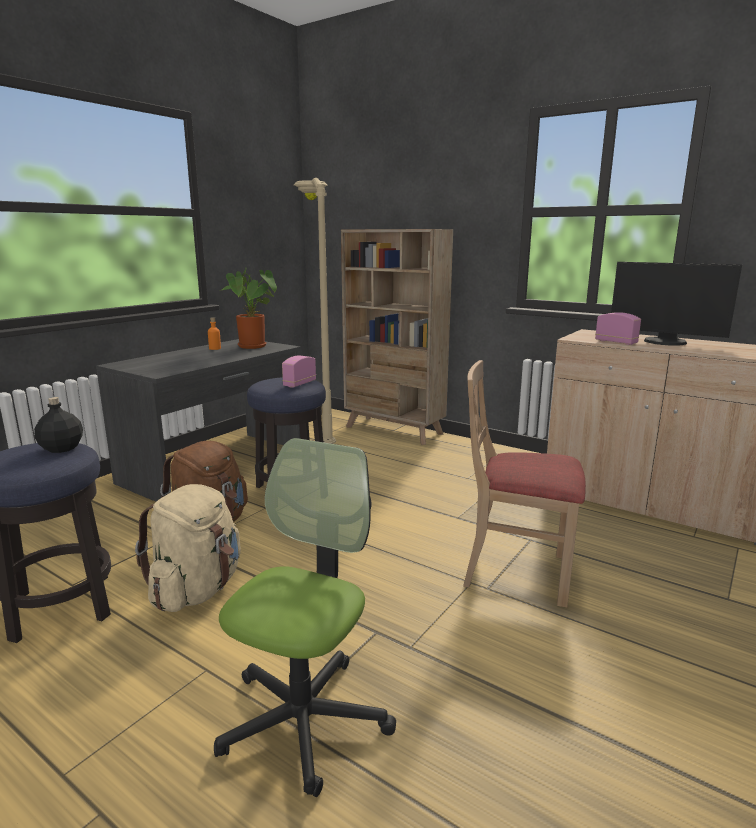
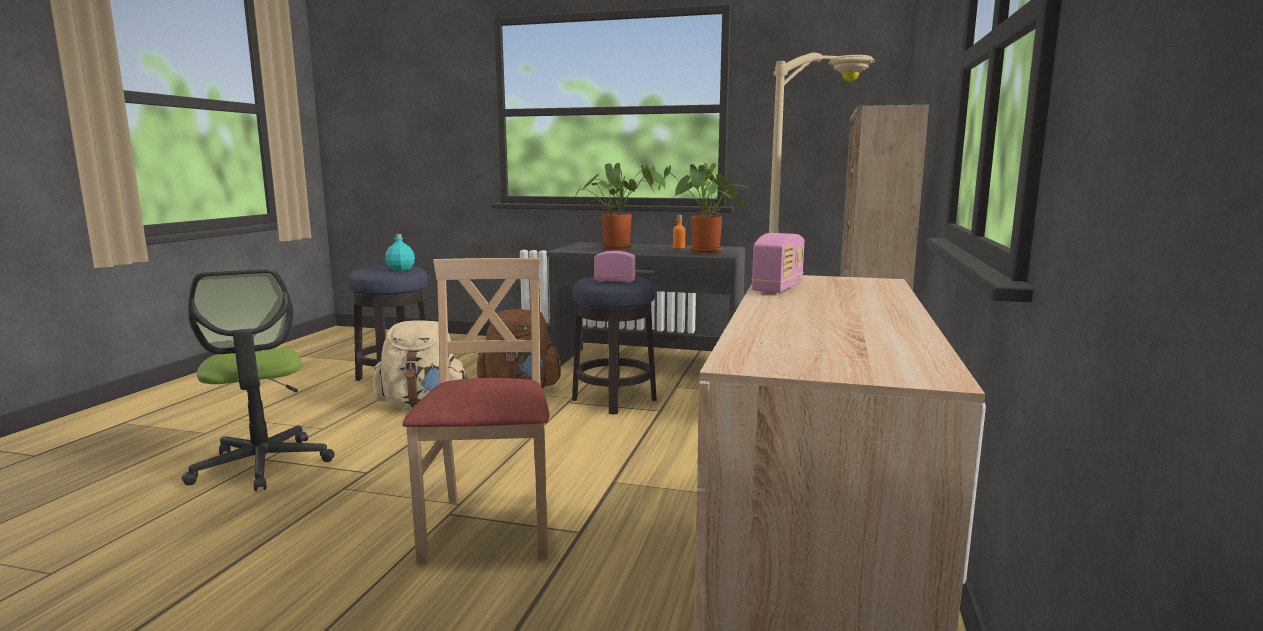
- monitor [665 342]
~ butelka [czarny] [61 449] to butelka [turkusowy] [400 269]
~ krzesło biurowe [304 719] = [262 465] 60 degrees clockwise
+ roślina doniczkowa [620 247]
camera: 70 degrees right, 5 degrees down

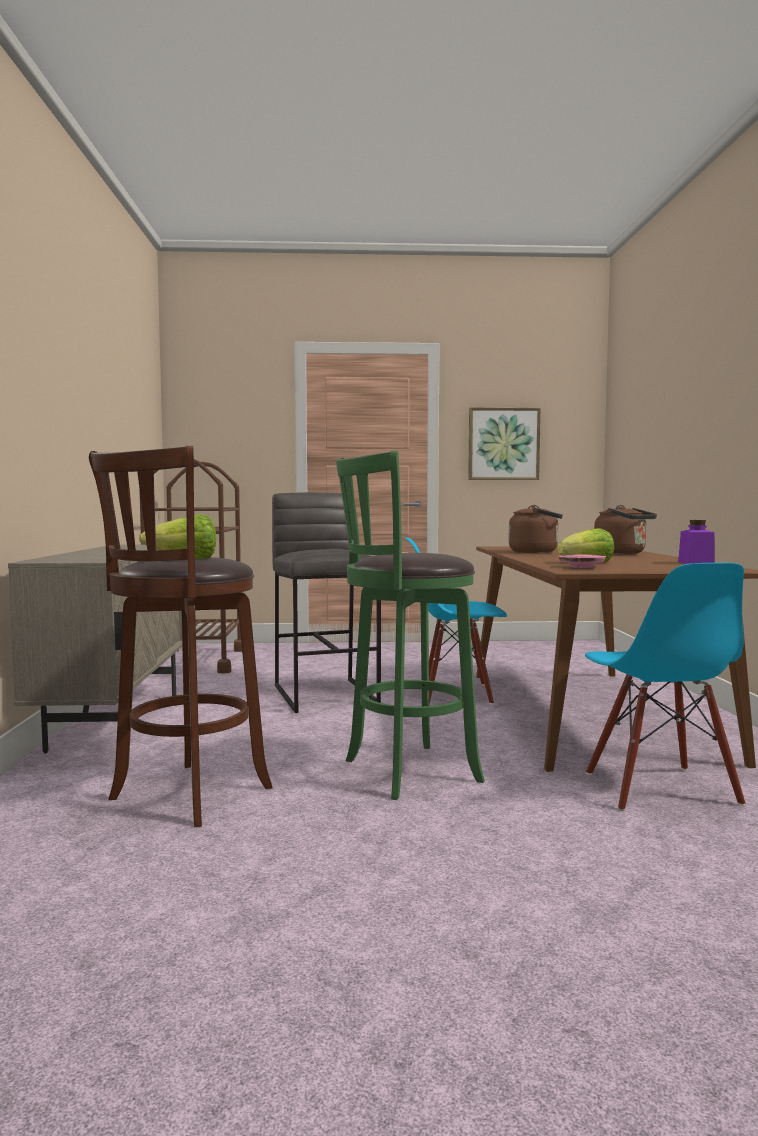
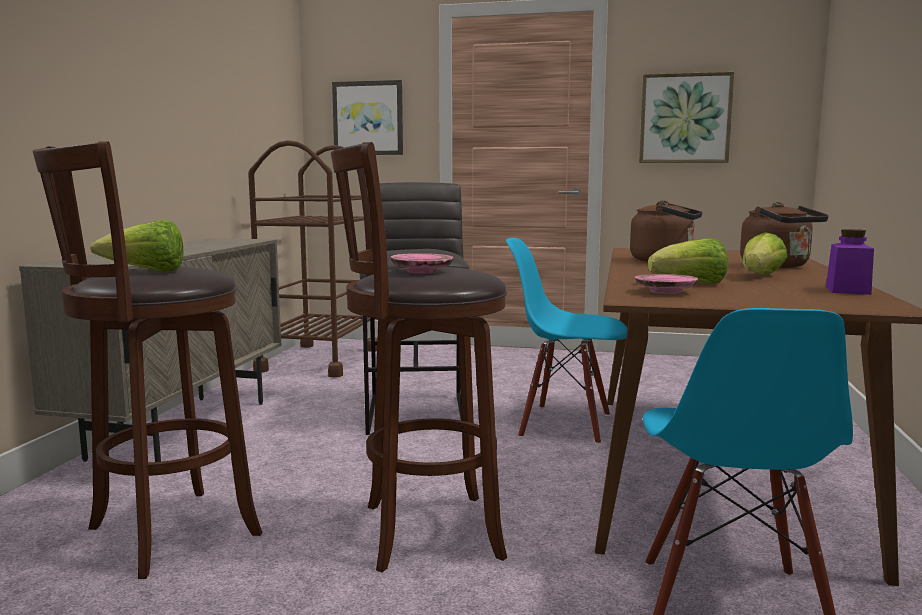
~ stołek [zielony] [405 772] to stołek [brązowy] [422 532]
+ obraz [368 118]
+ sałata [760 276]
+ talerz [różowy] [422 271]
camera: 15 degrees right, 5 degrees up

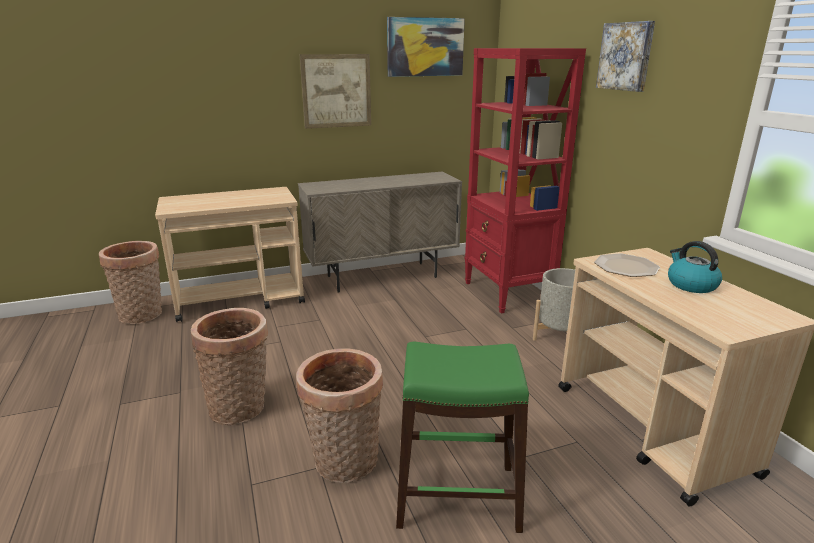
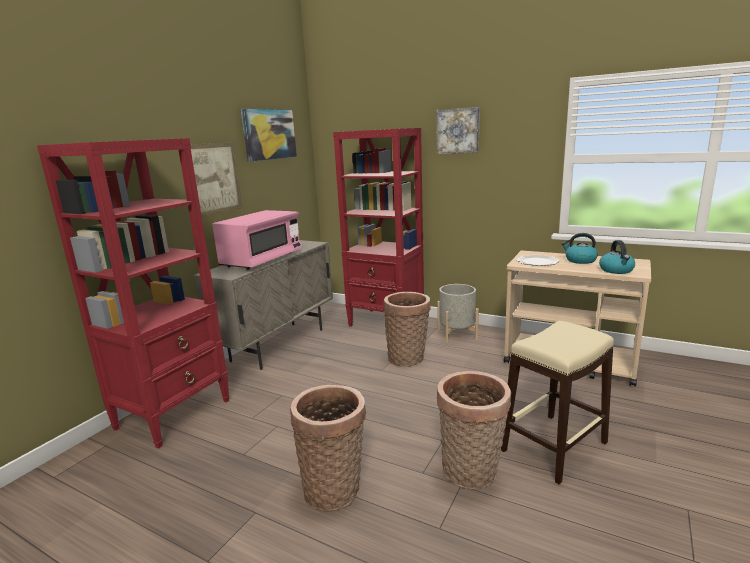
~ wózek [beżowy] [241 300] to regał [czerwony] [175 414]
~ koszyk [142 316] to [408 358]
~ stołek [zielony] [457 496] to stołek [beżowy] [555 446]
+ mikrofalówka [różowy] [262 260]
+ czajnik [616 270]
camera: 40 degrees left, 5 degrees down

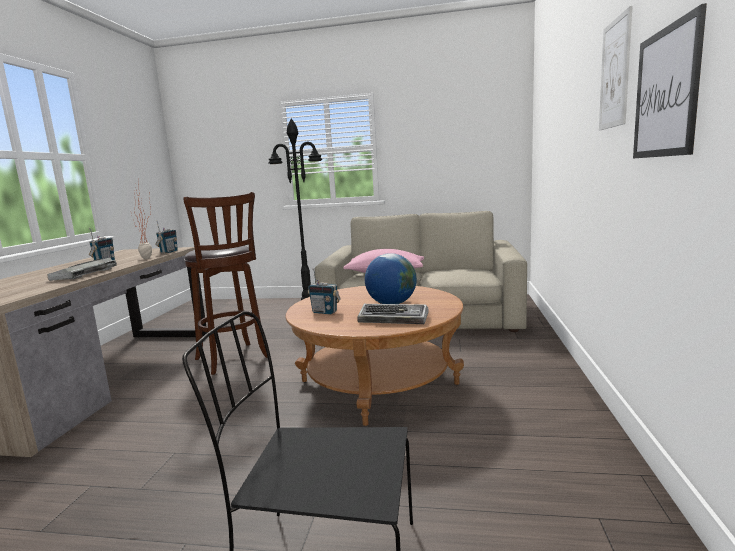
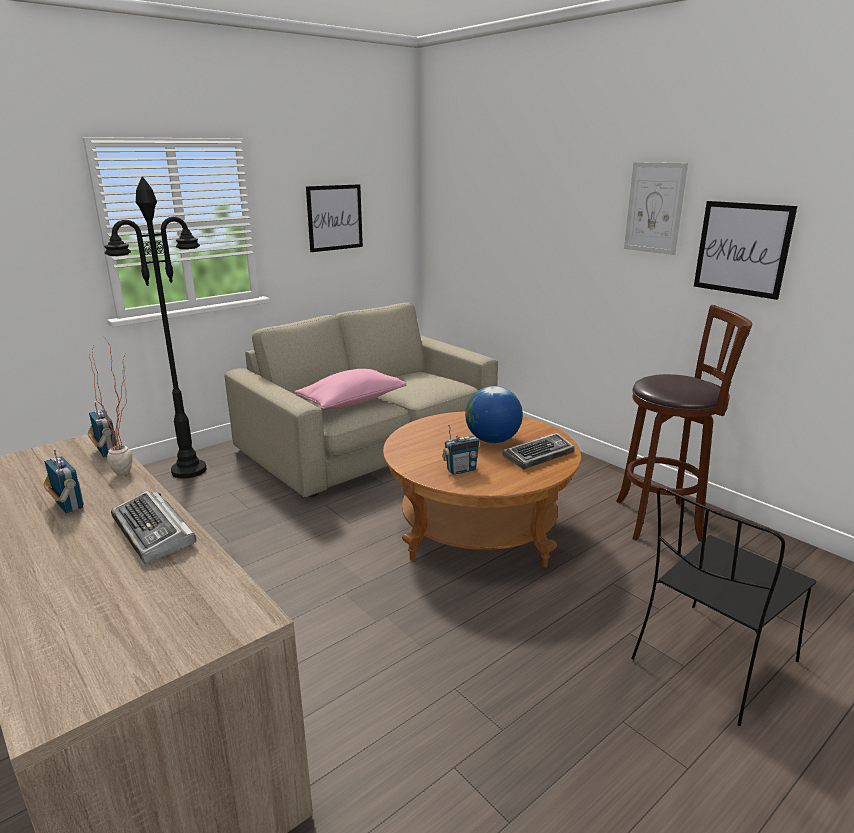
~ stołek [brązowy] [234 359] to [663 520]
+ obraz [335 217]
camera: 50 degrees left, 10 degrees up

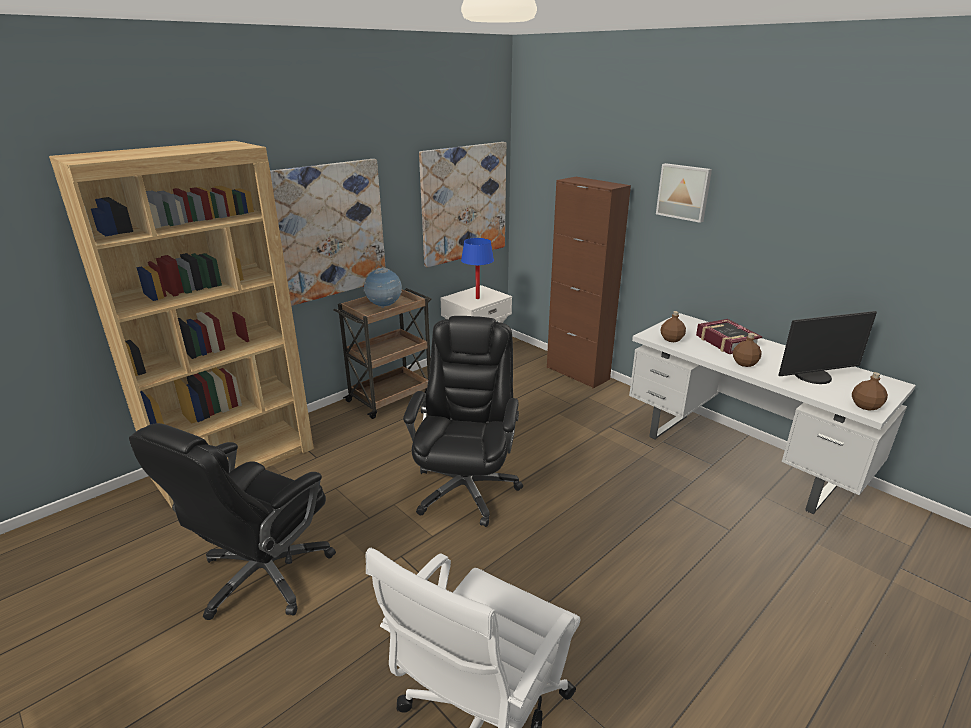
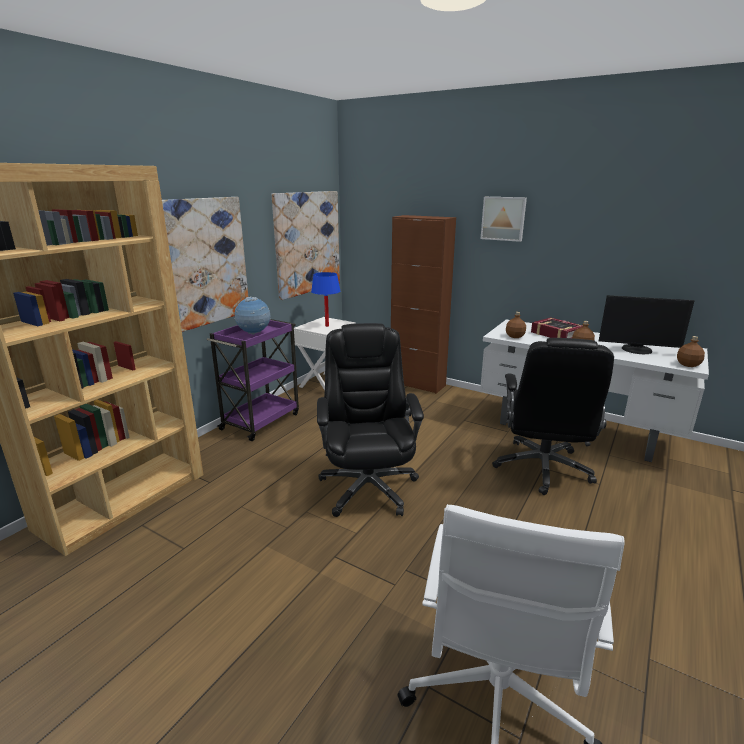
~ wózek [brązowy] [391 396] to wózek [fioletowy] [261 421]
~ monitor [814 377] = [637 350] 45 degrees clockwise
~ krzesło biurowe [czarny] [262 576] to [542 468]
camera: 15 degrees left, 5 degrees down

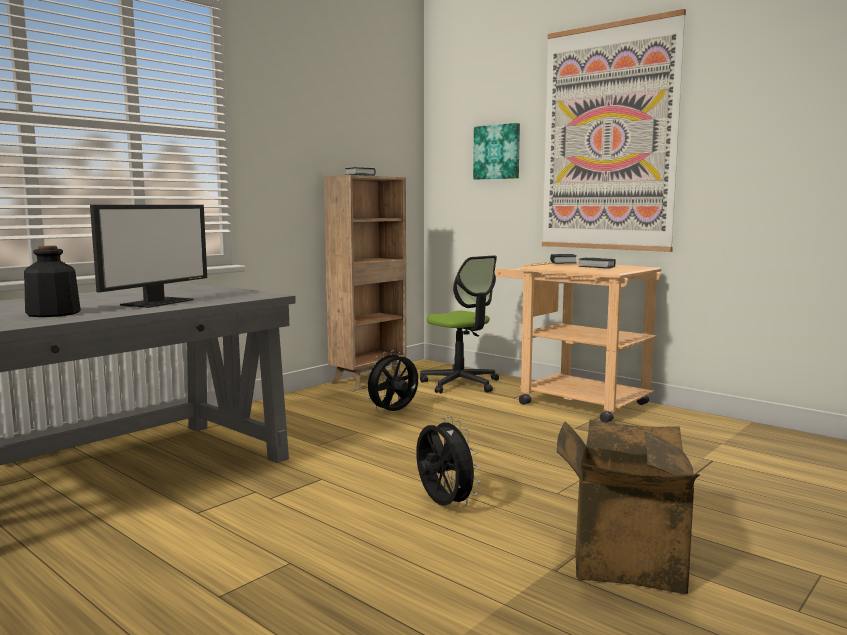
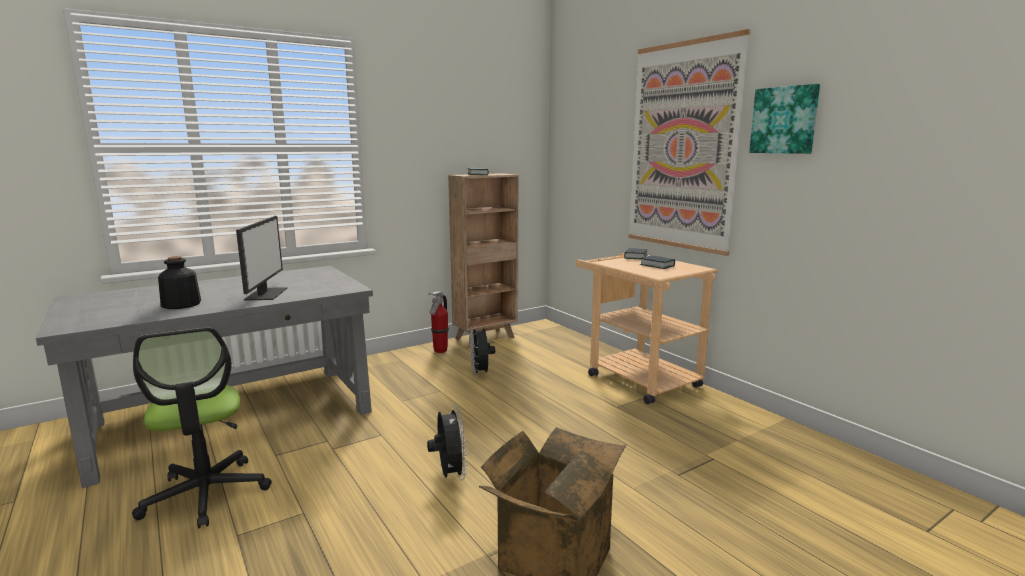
~ obraz [497 152] to [784 120]
~ monitor [157 302] = [265 294] 45 degrees counterclockwise
~ krzesło biurowe [460 384] to [206 494]
~ wentylator [czarny] [393 412] = [480 374] 75 degrees counterclockwise
+ gaśnica [440 351]
camera: 15 degrees right, 5 degrees up

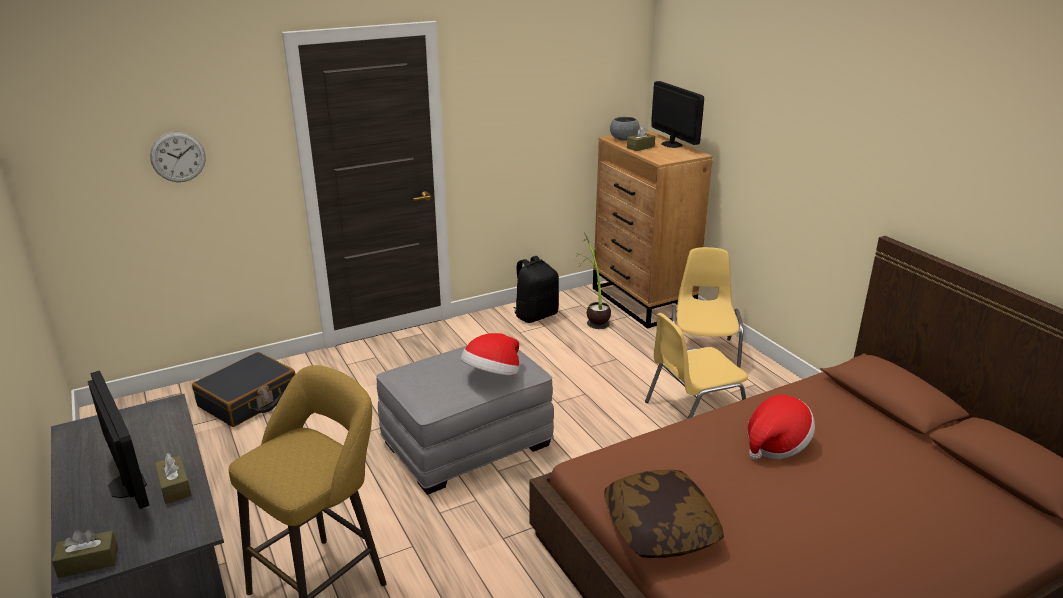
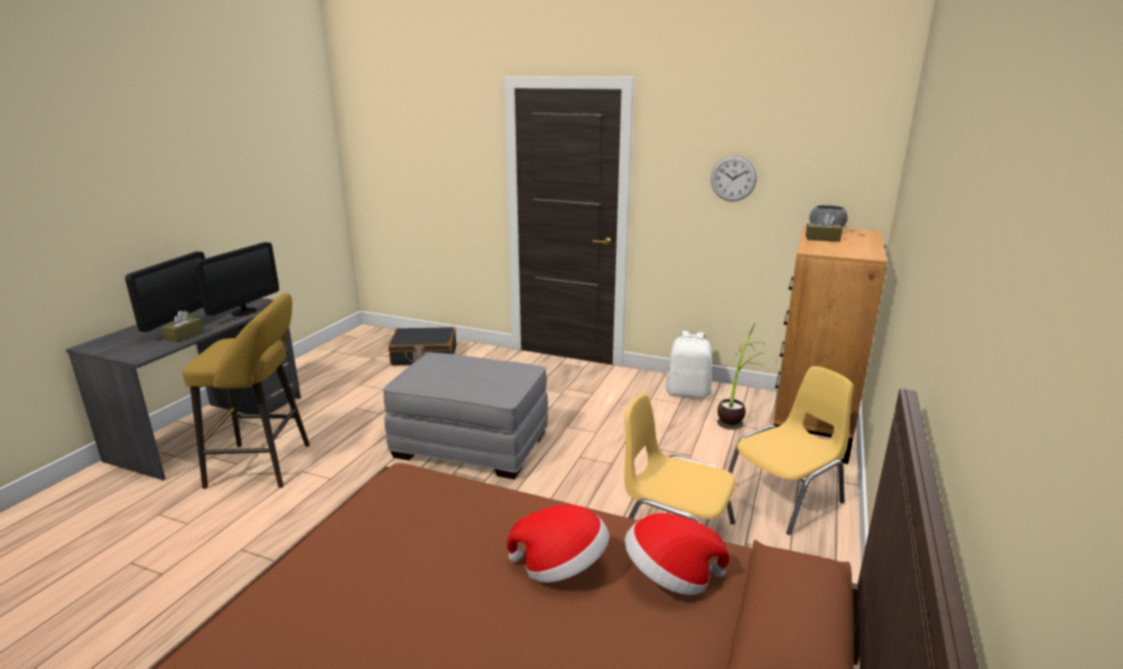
~ monitor [671 144] to [244 311]
~ zegar ścienny [178 157] to [733 178]
~ plecak [czarny] [536 315] to plecak [biały] [688 393]
~ kapelusz [492 376] to [670 577]
- poduszka [660 529]
- pudełko chusteczek [brązowy] [88 562]
camera: 50 degrees right, 5 degrees down

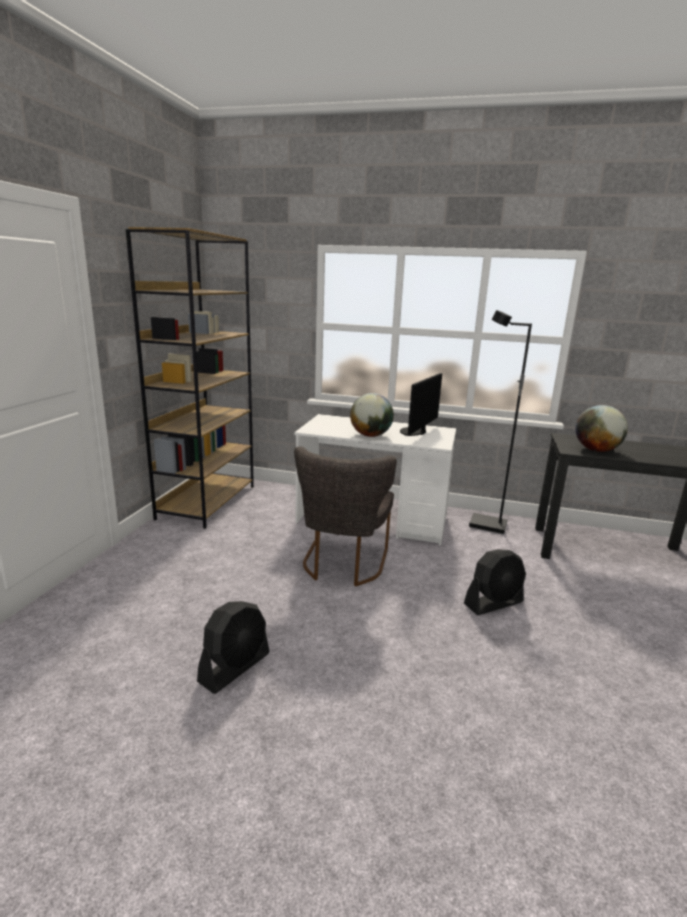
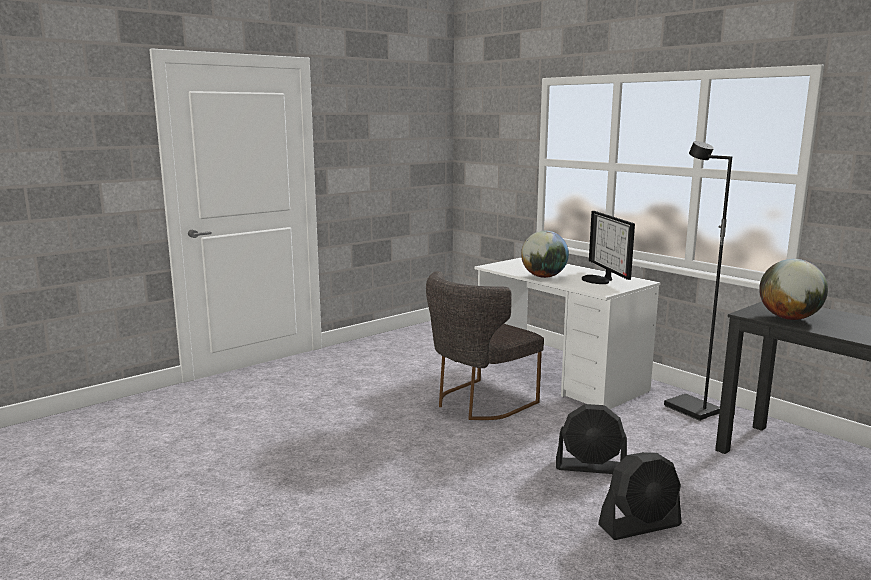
- regał [brązowy] [207 501]
~ monitor [415 432] = [599 280] 75 degrees counterclockwise
~ wentylator [czarny] [235 667] to [640 525]
camera: 35 degrees right, 5 degrees down

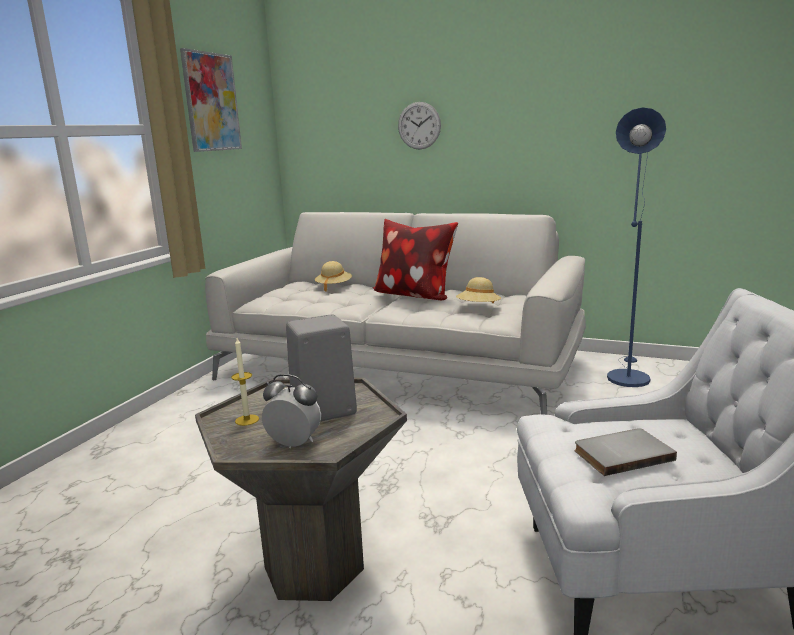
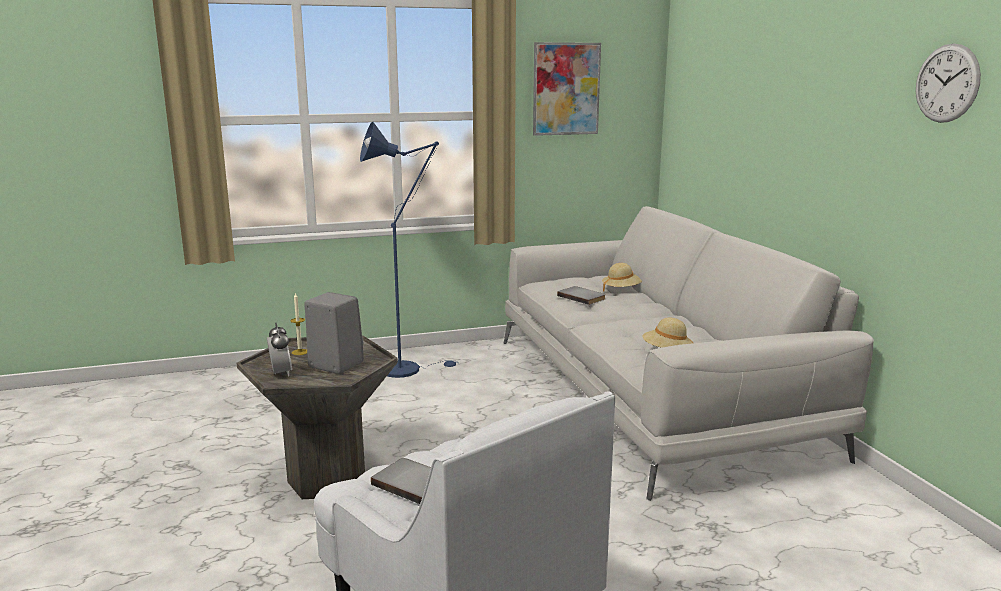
~ zegar ścienny [419 125] to [947 83]
~ lampa stojąca [niebieski] [626 375] to [407 368]
- poduszka [414 296]
+ książka [szary] [582 297]
camera: 50 degrees right, 0 degrees up

